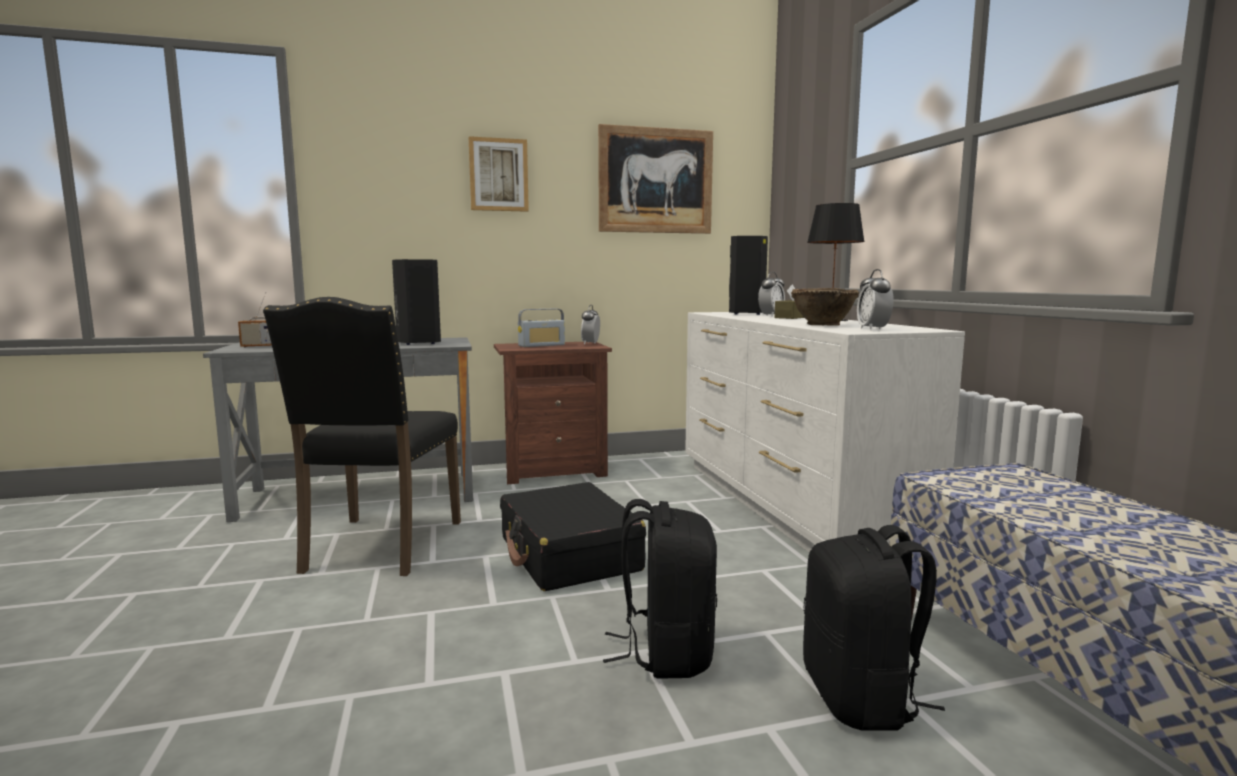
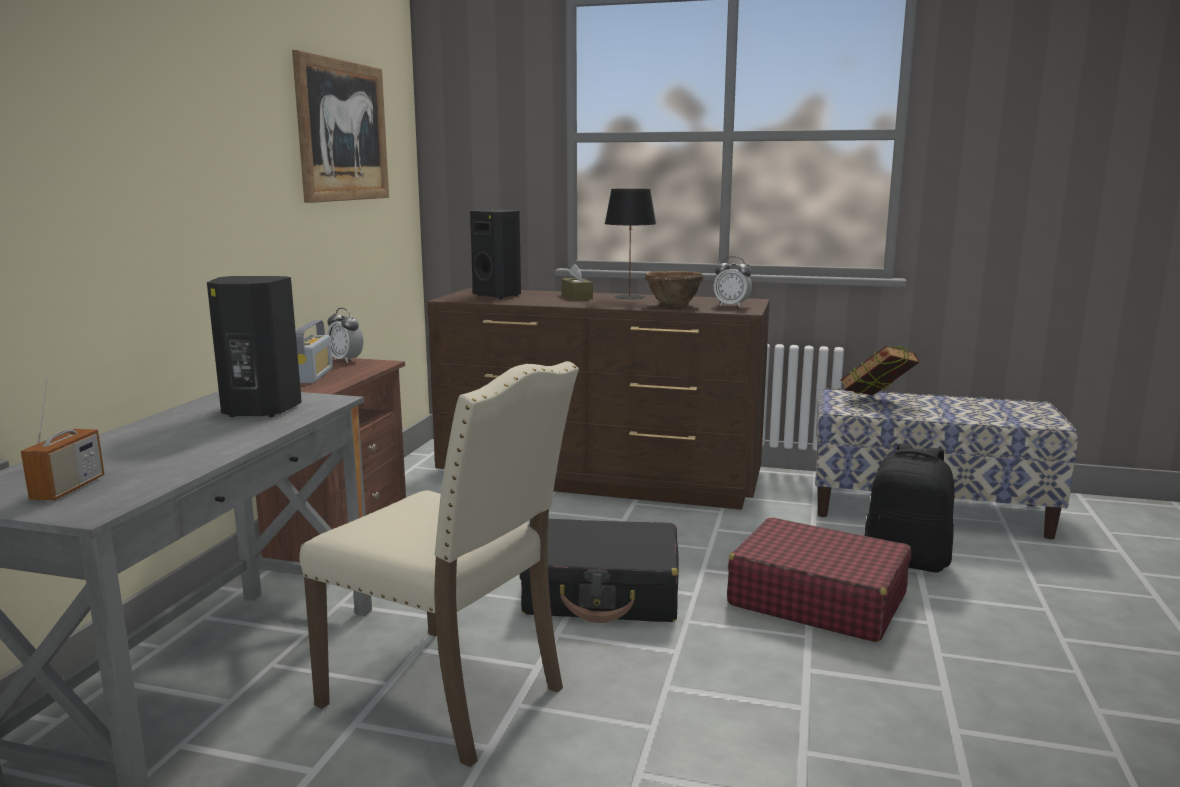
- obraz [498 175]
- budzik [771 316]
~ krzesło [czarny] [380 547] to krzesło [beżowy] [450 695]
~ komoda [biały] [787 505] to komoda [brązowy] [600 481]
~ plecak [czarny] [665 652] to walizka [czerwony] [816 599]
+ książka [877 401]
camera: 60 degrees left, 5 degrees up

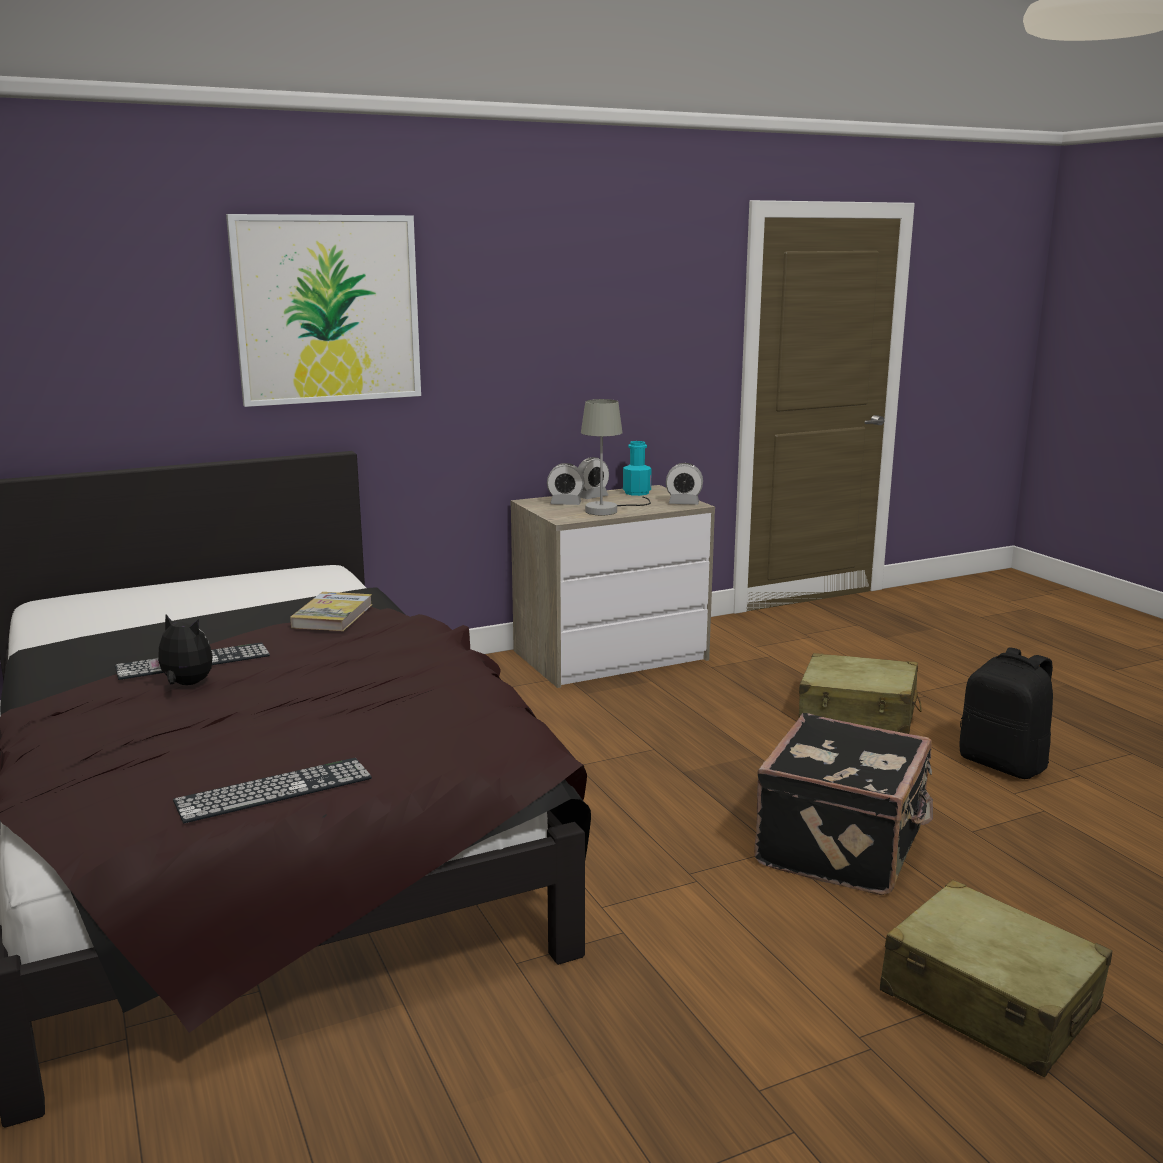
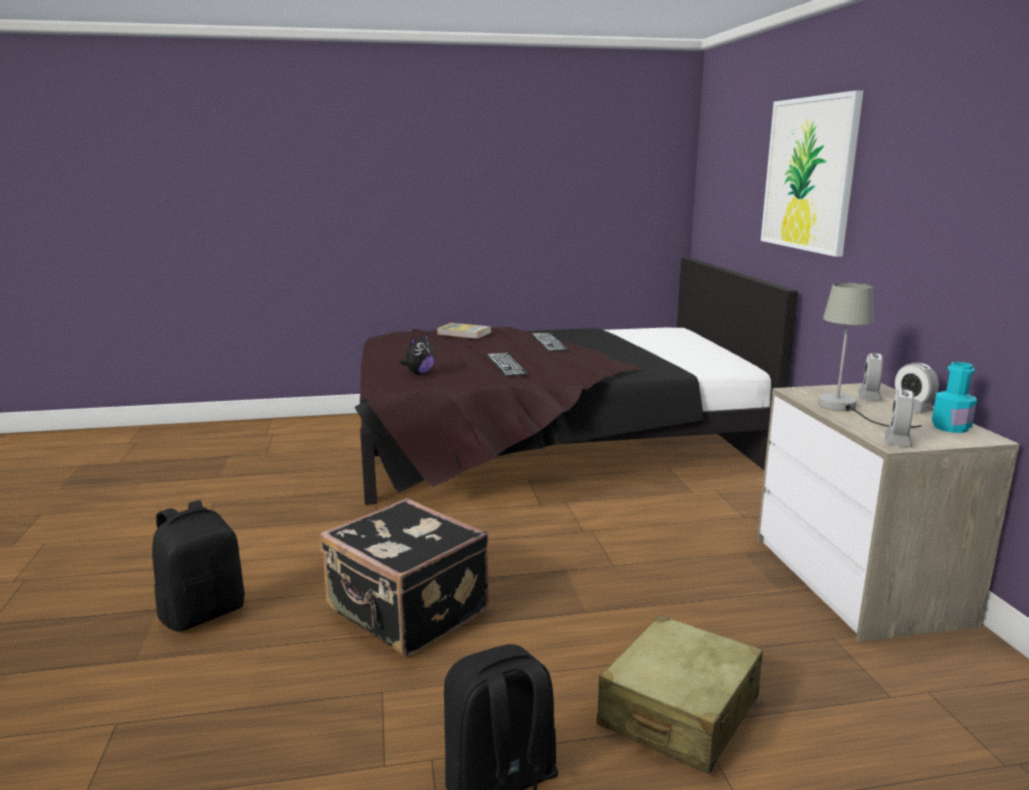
~ książka [332 616] to [464 333]
~ pluszak [185 685] to [419 373]
~ klawiatura [274 789] to [506 364]
~ walizka [beżowy] [989 1001] to plecak [czarny] [203 612]
camera: 105 degrees right, 0 degrees up

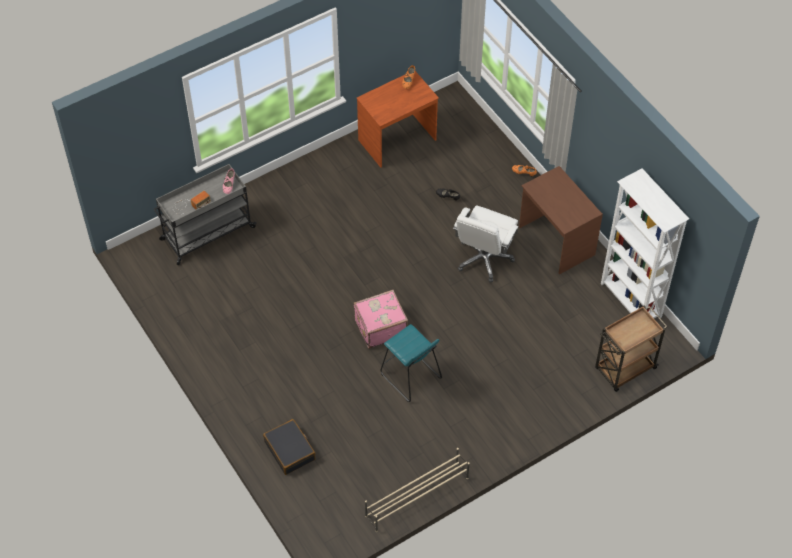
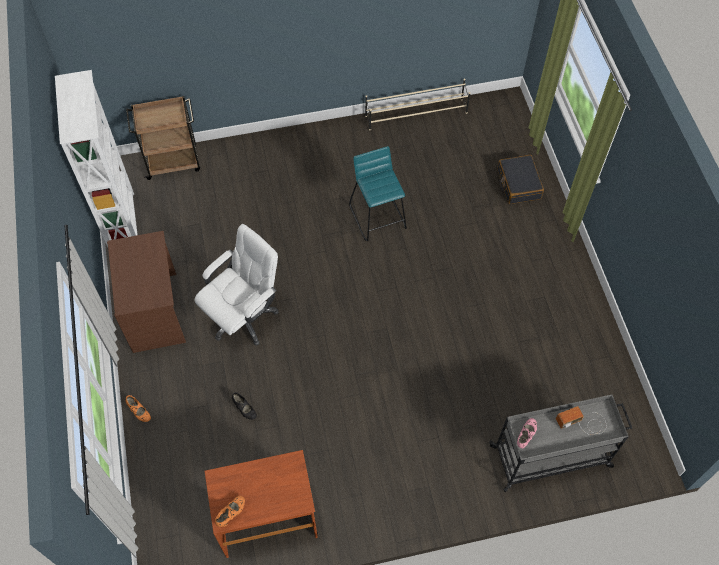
- walizka [różowy] [380 327]
camera: 160 degrees left, 5 degrees up

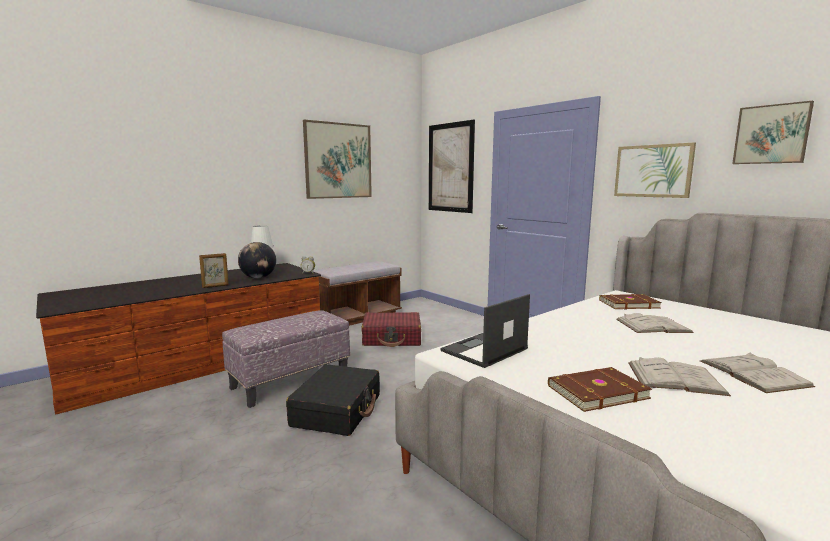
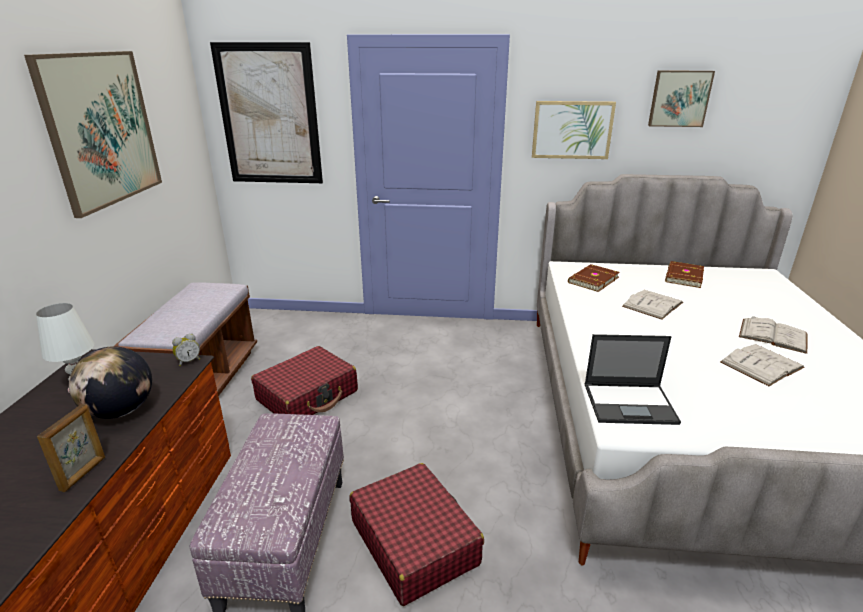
~ laptop [484 350] = [630 403] 90 degrees counterclockwise
~ walizka [czarny] [337 410] to walizka [czerwony] [414 541]
~ książka [brązowy] [596 391] to [683 276]
camera: 45 degrees left, 15 degrees up

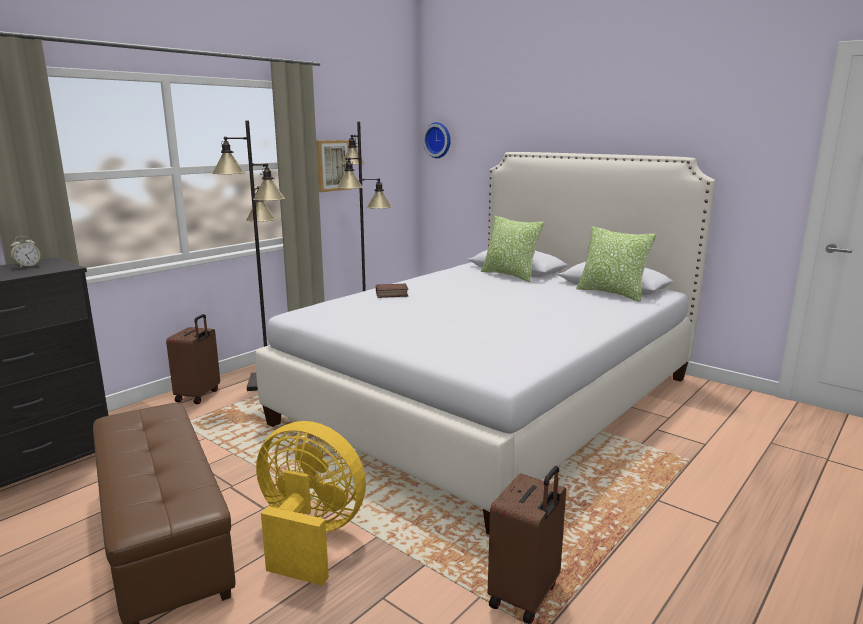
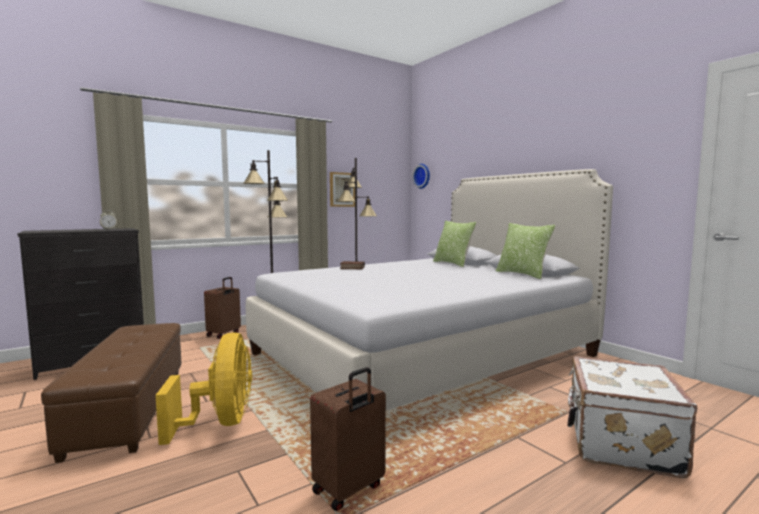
~ wentylator [żółty] [309 537] = [220 423] 45 degrees clockwise
+ walizka [biały] [619 443]
camera: 15 degrees right, 10 degrees down

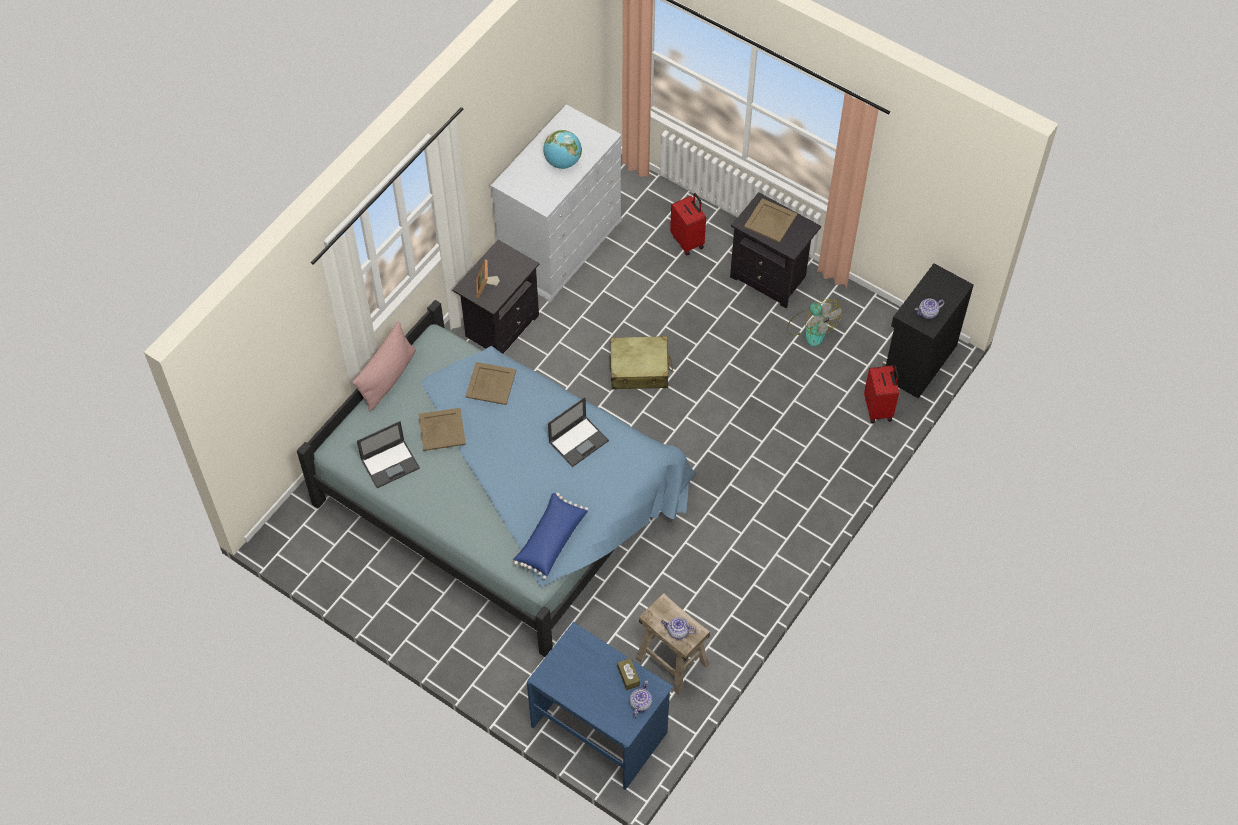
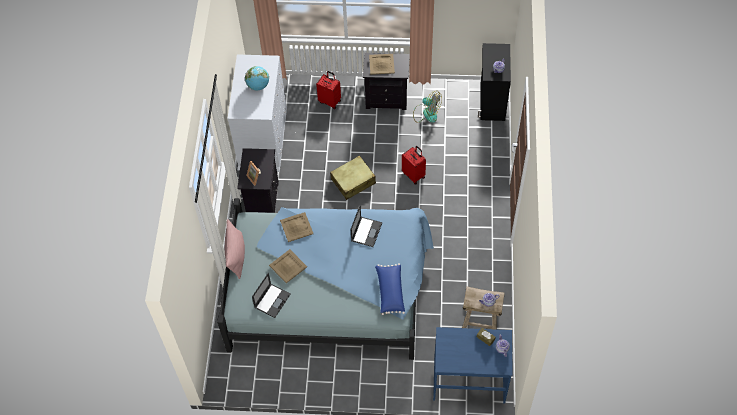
~ walizka [czerwony] [879 409] to [414 175]
camera: 30 degrees left, 0 degrees up

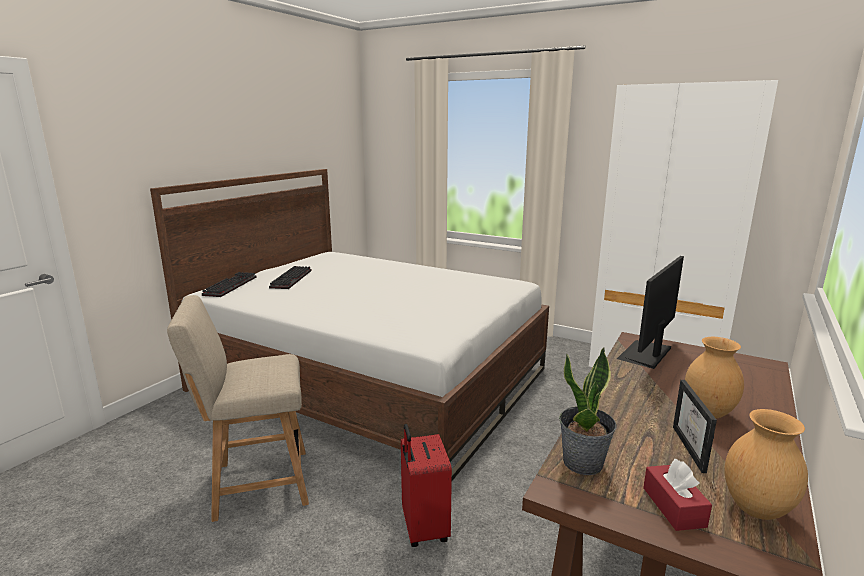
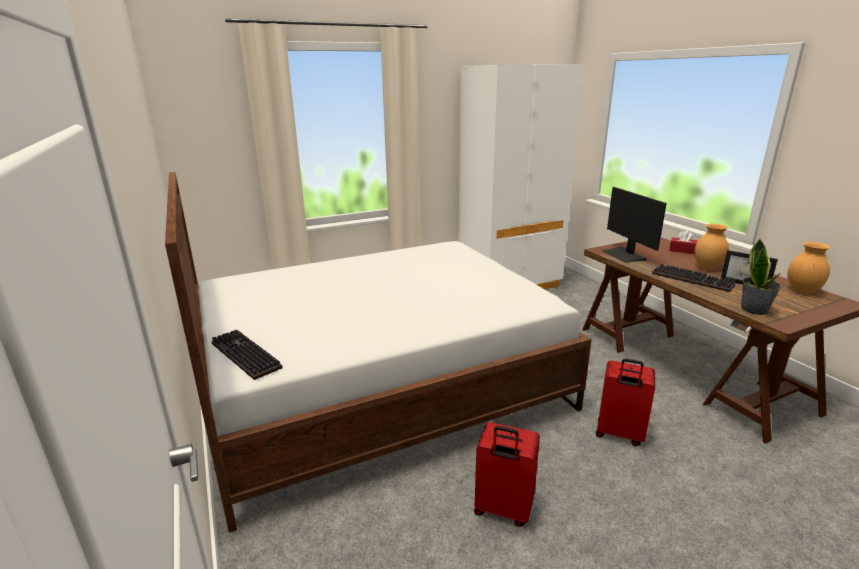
~ klawiatura [292 279] to [694 279]
~ krzesło [beżowy] [256 484] to walizka [czerwony] [503 510]
~ pudełko chusteczek [czerwony] [673 507] to [682 250]
camera: 55 degrees left, 5 degrees up

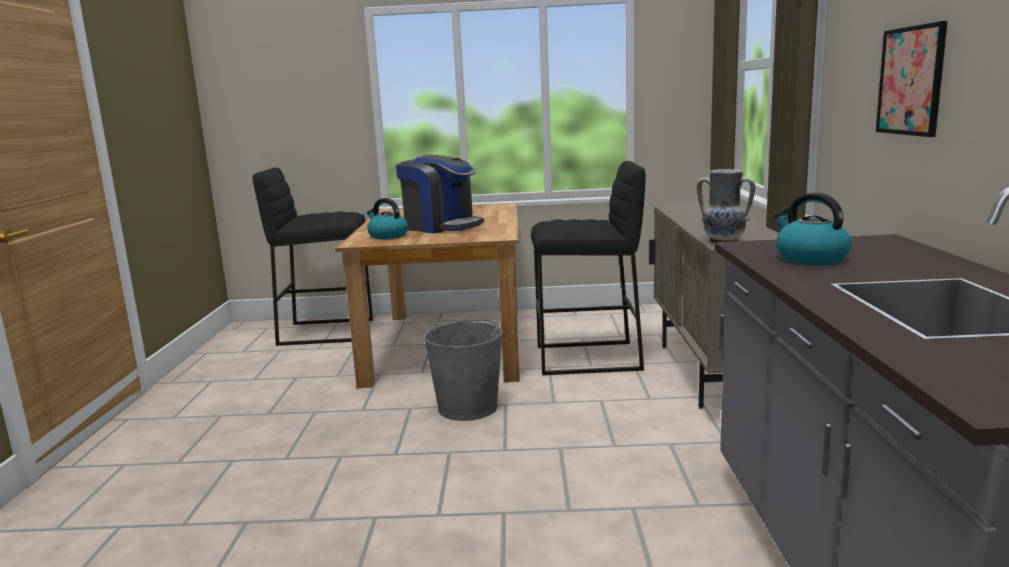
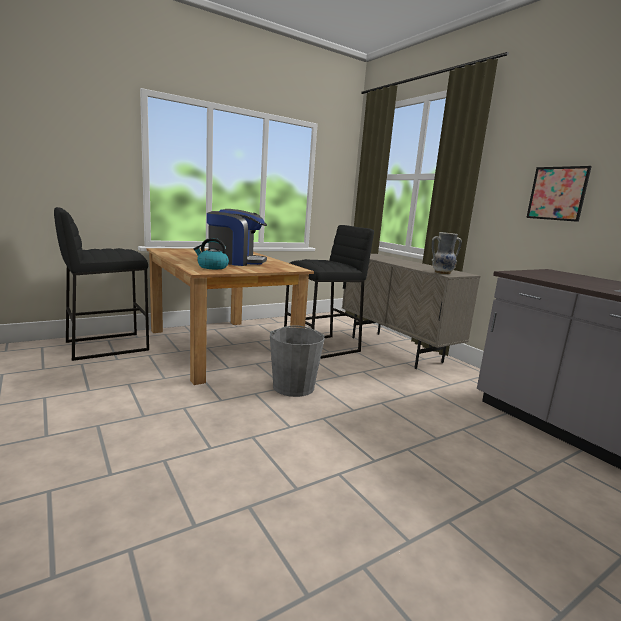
- czajnik [810 258]
camera: 35 degrees left, 0 degrees up

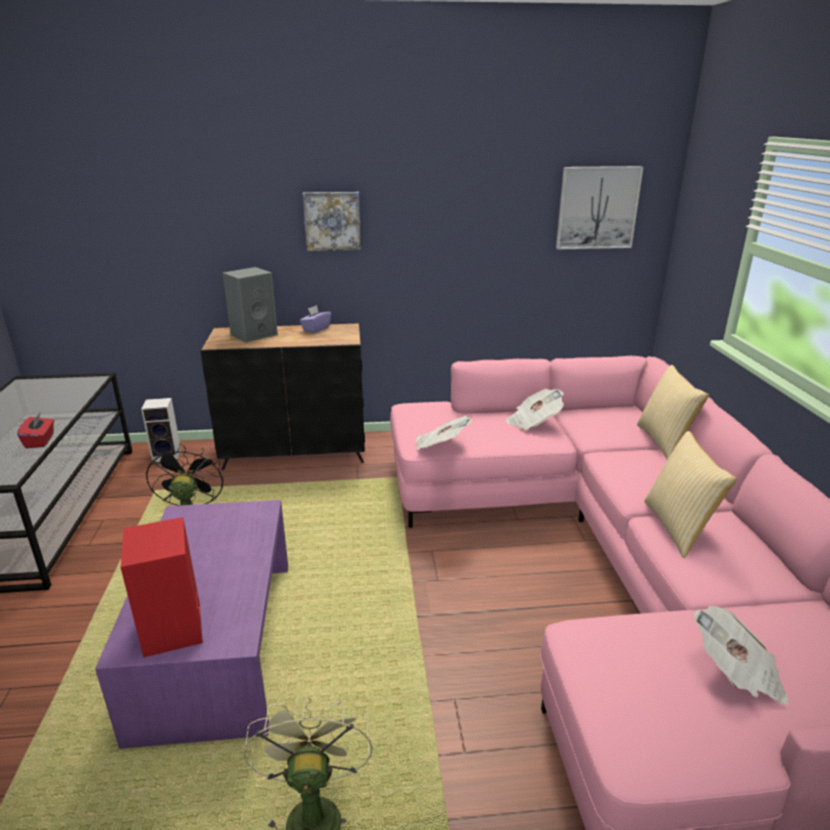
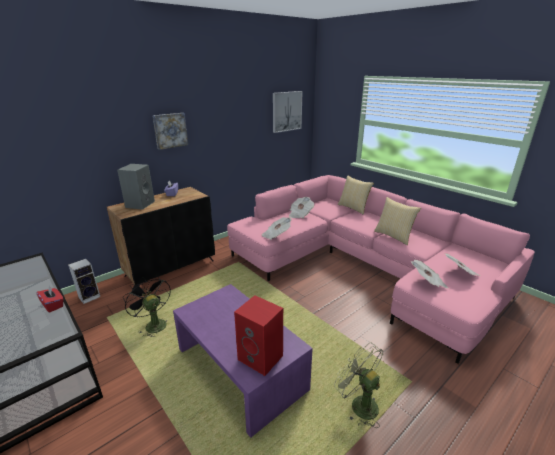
+ gazeta [427 282]
camera: 35 degrees left, 0 degrees up

